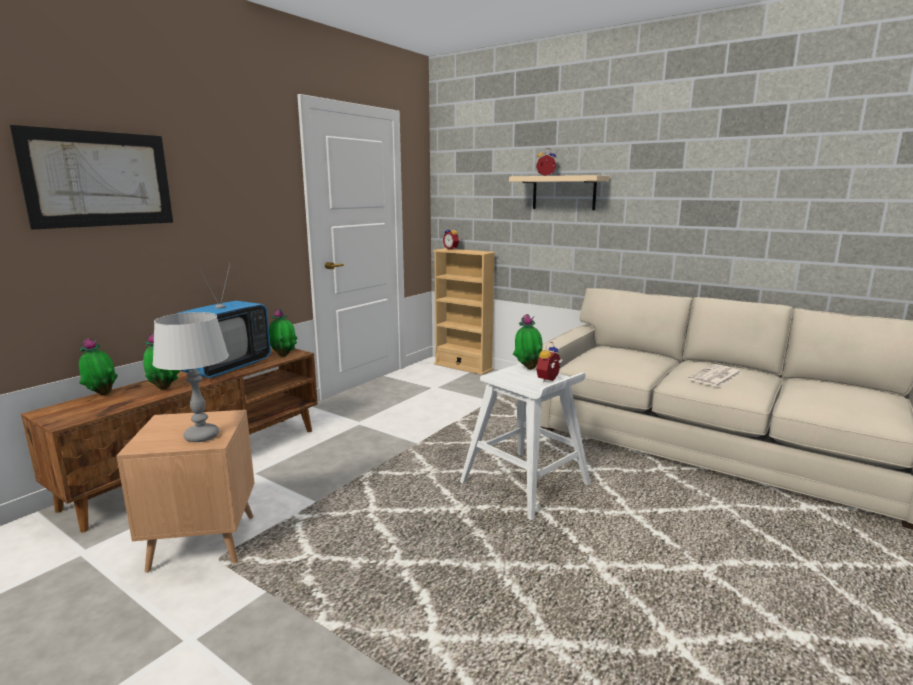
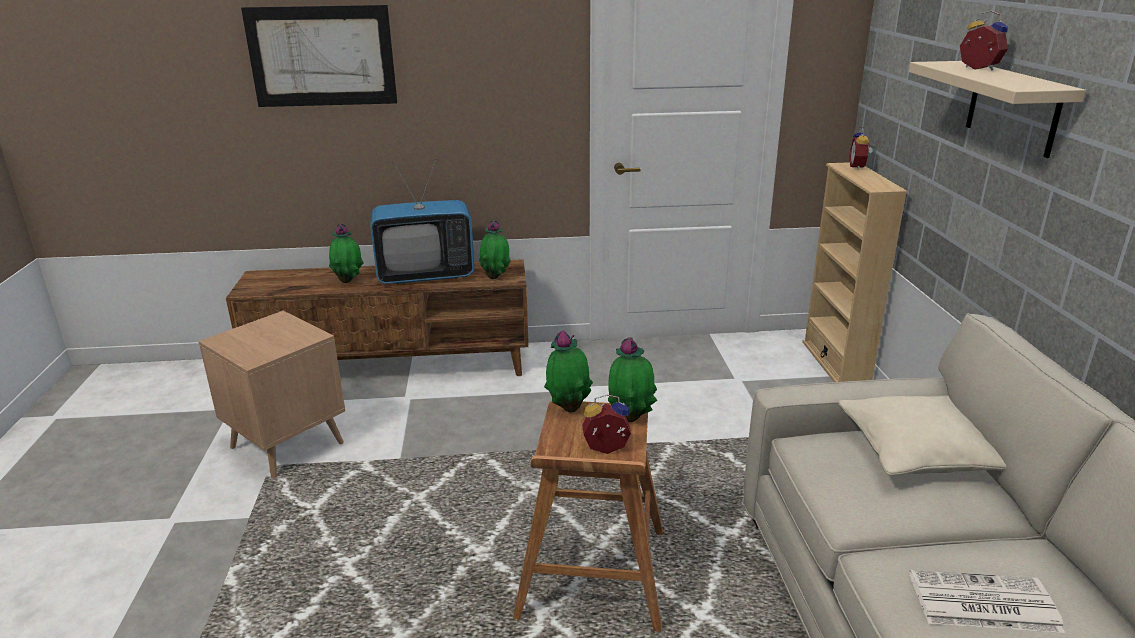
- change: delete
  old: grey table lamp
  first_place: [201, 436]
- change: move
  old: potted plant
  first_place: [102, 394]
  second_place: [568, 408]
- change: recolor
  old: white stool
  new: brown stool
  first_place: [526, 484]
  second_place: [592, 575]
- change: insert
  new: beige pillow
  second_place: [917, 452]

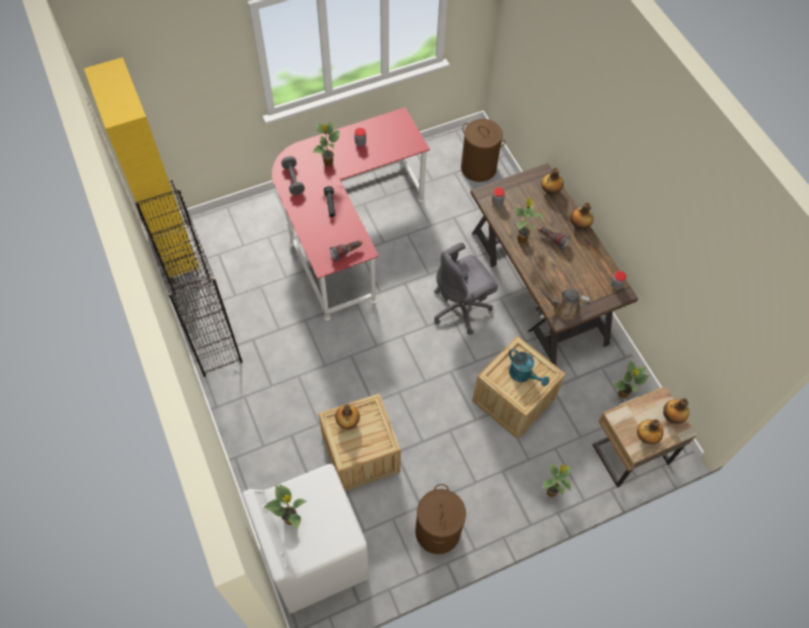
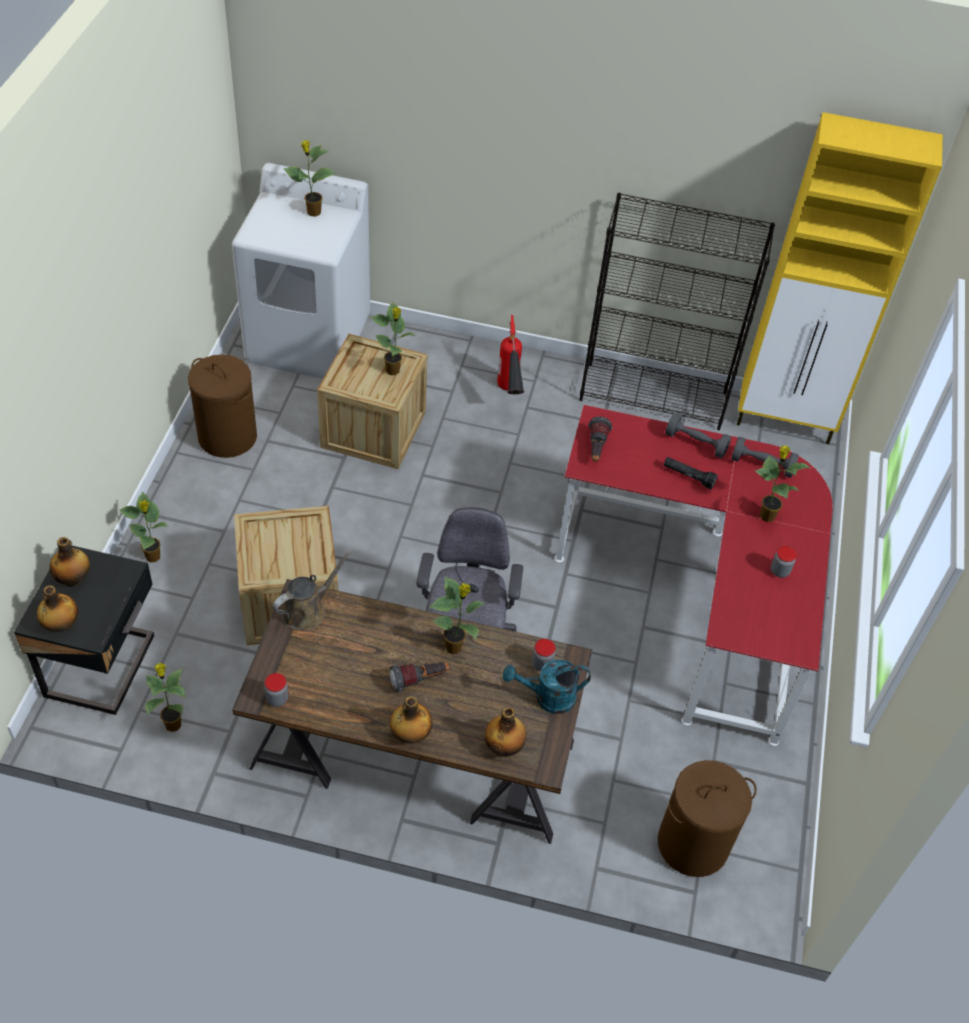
- change: move
  old: turquoise watering can
  first_place: [523, 375]
  second_place: [547, 698]
- change: recolor
  old: beige nightstand
  new: black nightstand
  first_place: [629, 452]
  second_place: [104, 667]
- change: replace
  old: bottle
  new: potted plant
  first_place: [347, 422]
  second_place: [393, 371]
- change: insert
  new: fire extinguisher
  second_place: [509, 397]
- change: insert
  new: grey dumbbell
  second_place: [695, 443]

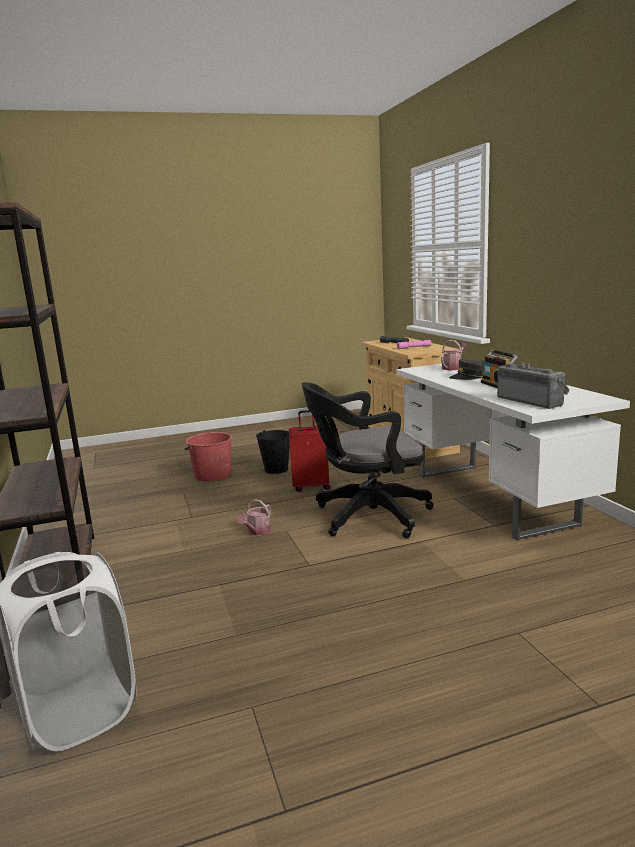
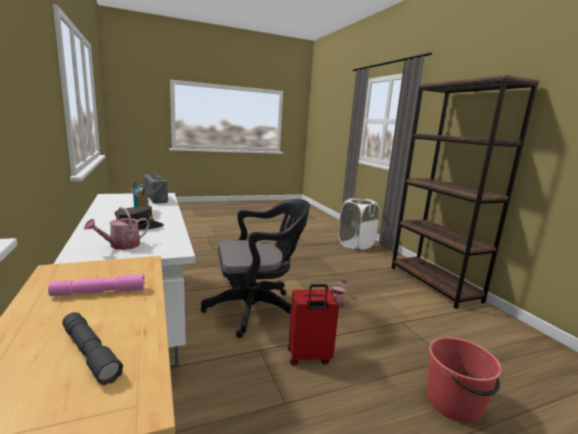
- change: delete
  old: black bucket
  first_place: [276, 469]

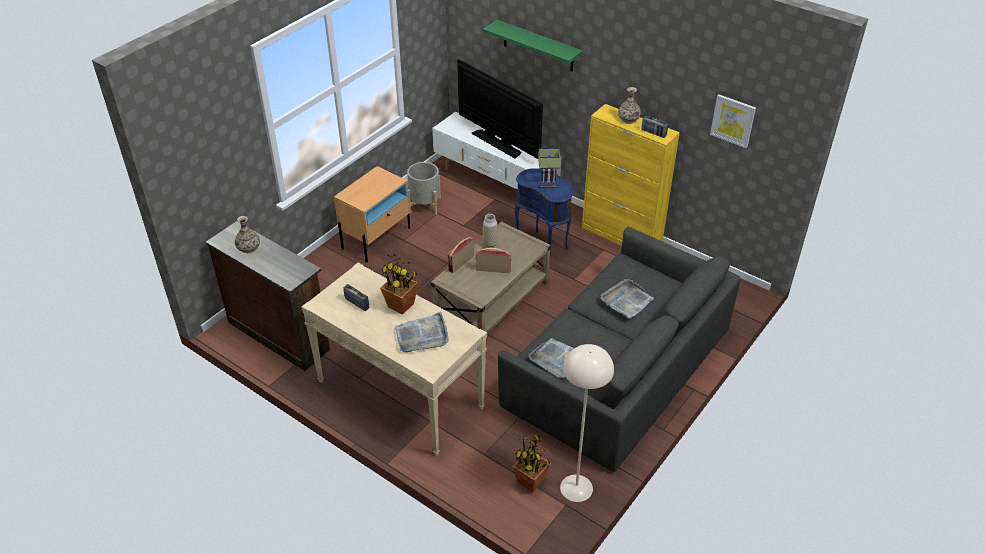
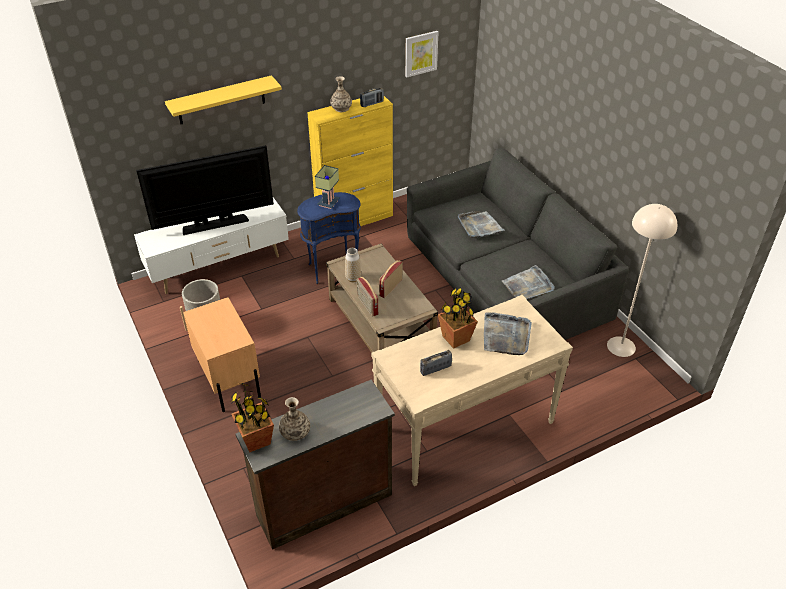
- change: recolor
  old: green shelf
  new: yellow shelf
  first_place: [538, 46]
  second_place: [221, 100]
- change: move
  old: potted plant
  first_place: [531, 481]
  second_place: [256, 440]

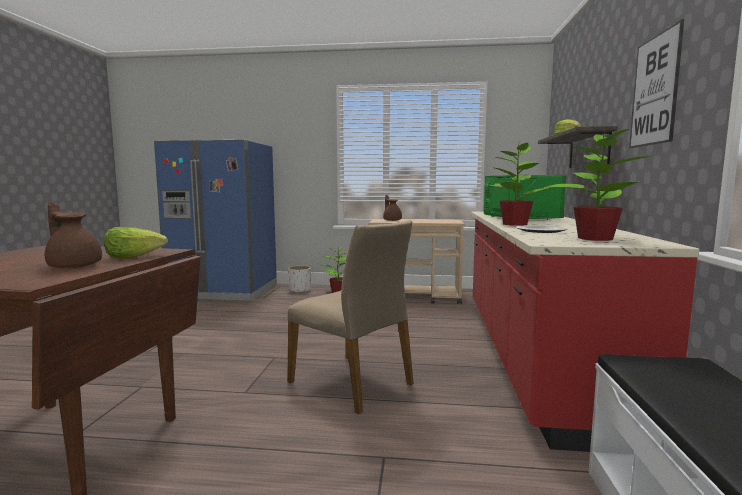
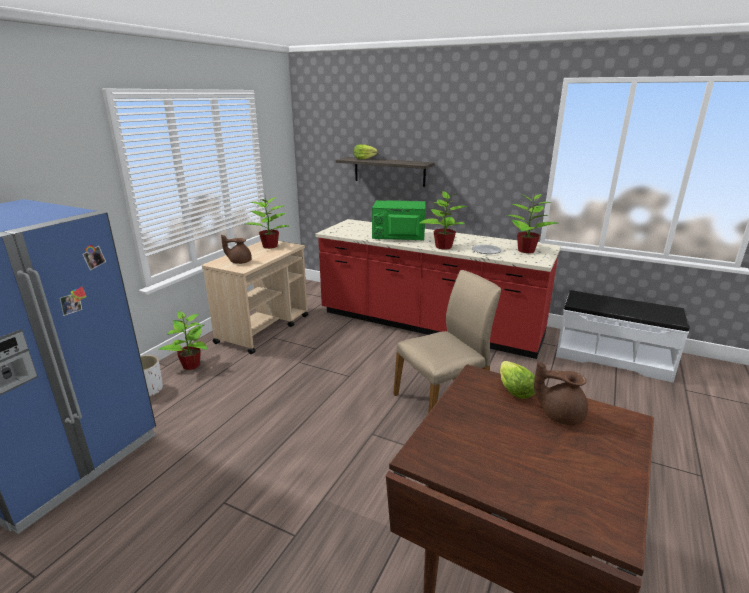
- change: delete
  old: picture
  first_place: [655, 90]
- change: rotate
  old: brown teapot
  first_place: [74, 266]
  second_place: [560, 414]
  degrees: 60
- change: insert
  new: potted plant
  second_place: [270, 246]

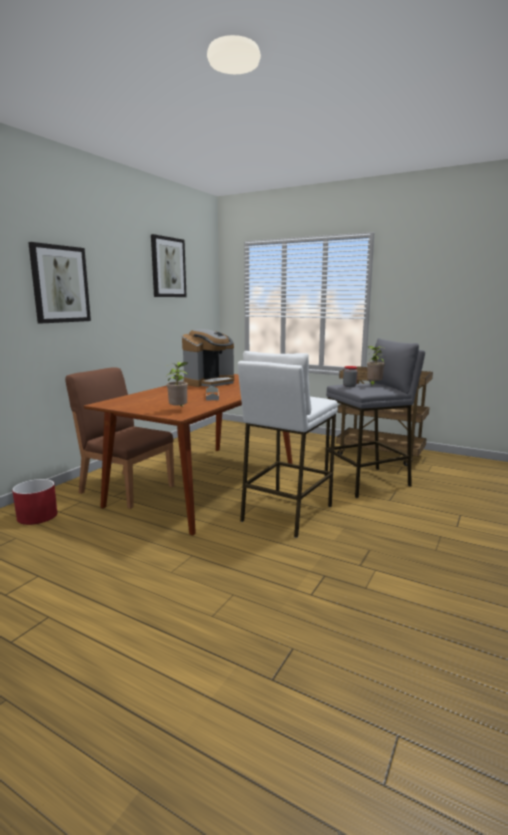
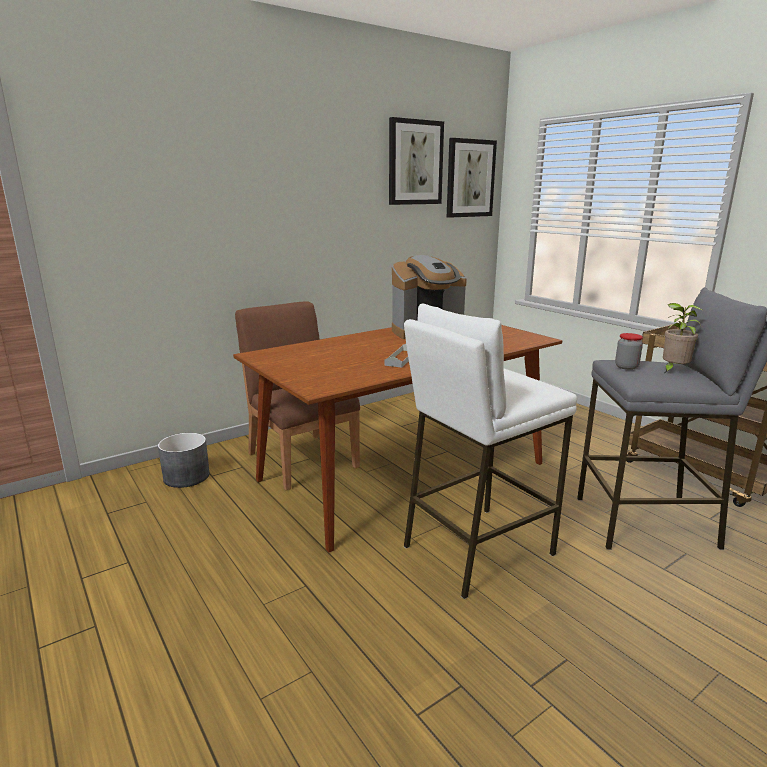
- change: move
  old: picture
  first_place: [60, 284]
  second_place: [470, 178]
- change: delete
  old: potted plant
  first_place: [179, 410]
- change: recolor
  old: red planter
  new: grey planter
  first_place: [37, 516]
  second_place: [186, 477]

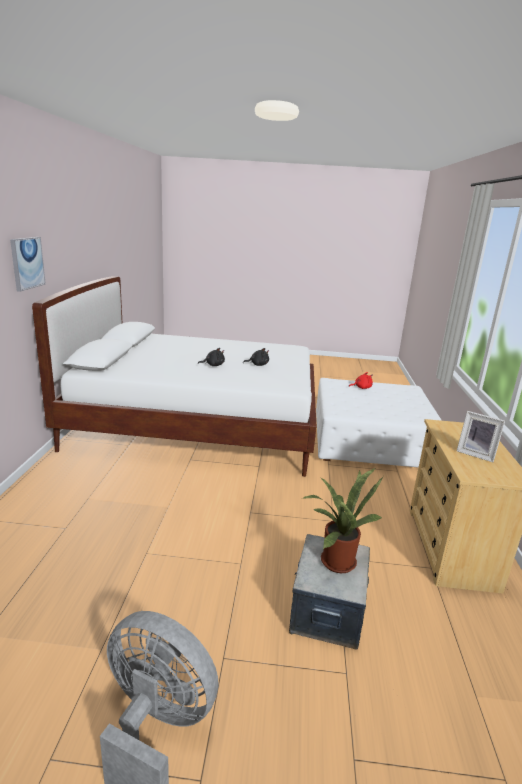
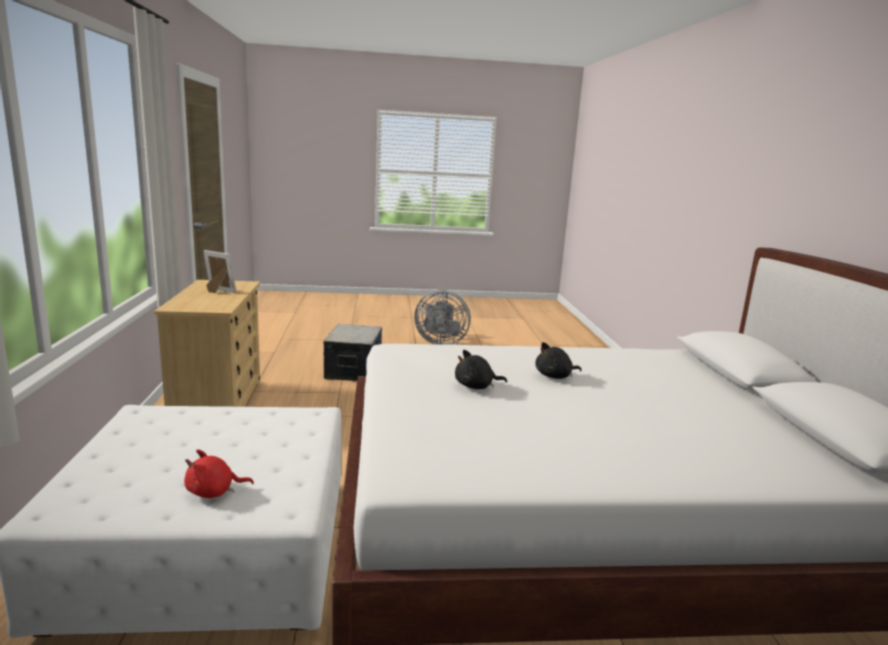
- change: delete
  old: picture
  first_place: [27, 263]
- change: delete
  old: potted plant
  first_place: [336, 559]

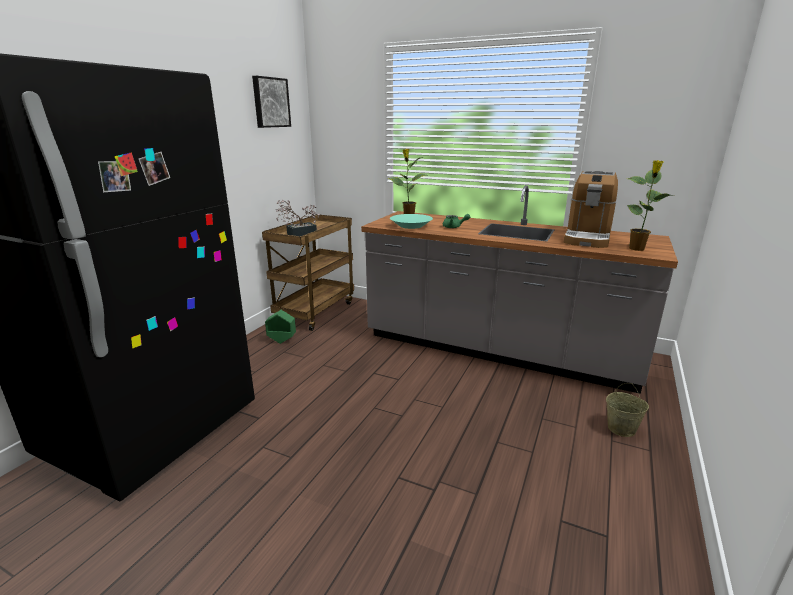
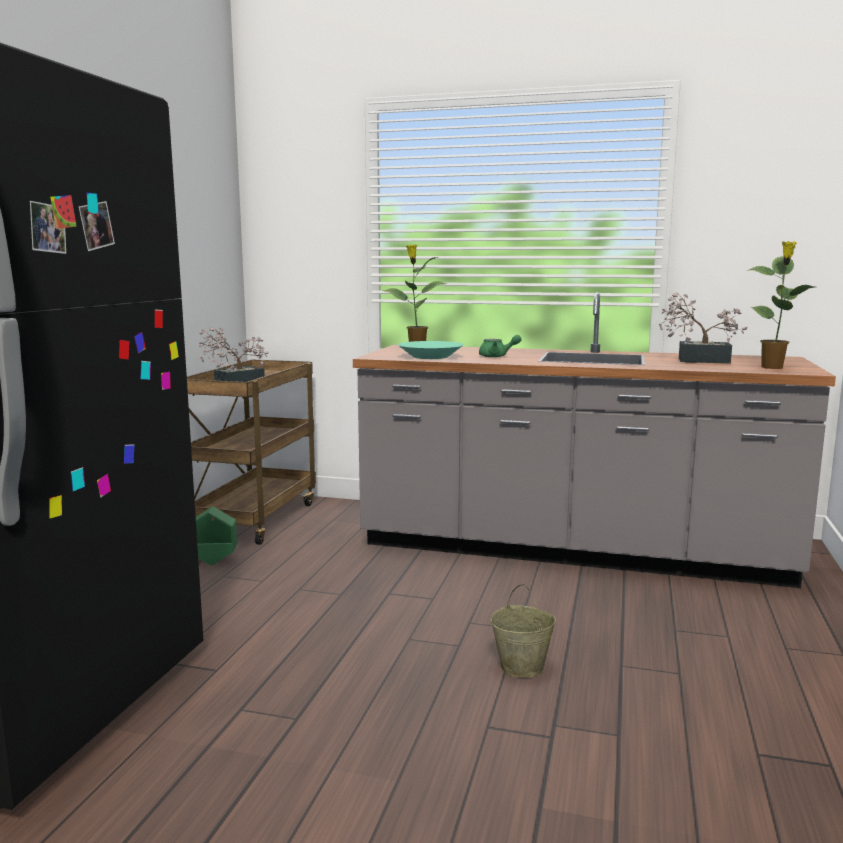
- change: delete
  old: picture
  first_place: [270, 102]
- change: replace
  old: coffee machine
  new: potted plant
  first_place: [587, 237]
  second_place: [696, 360]
- change: move
  old: beige bucket
  first_place: [622, 429]
  second_place: [522, 667]

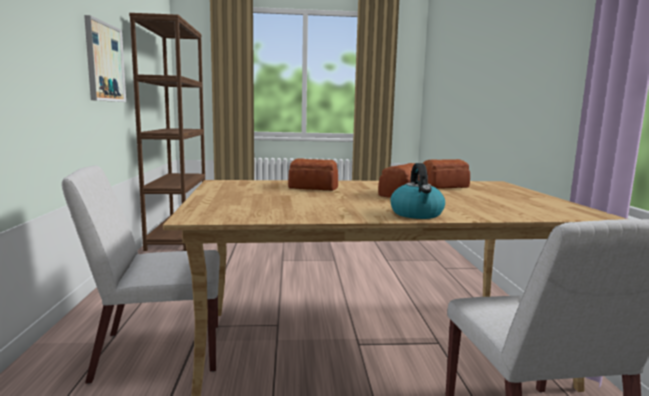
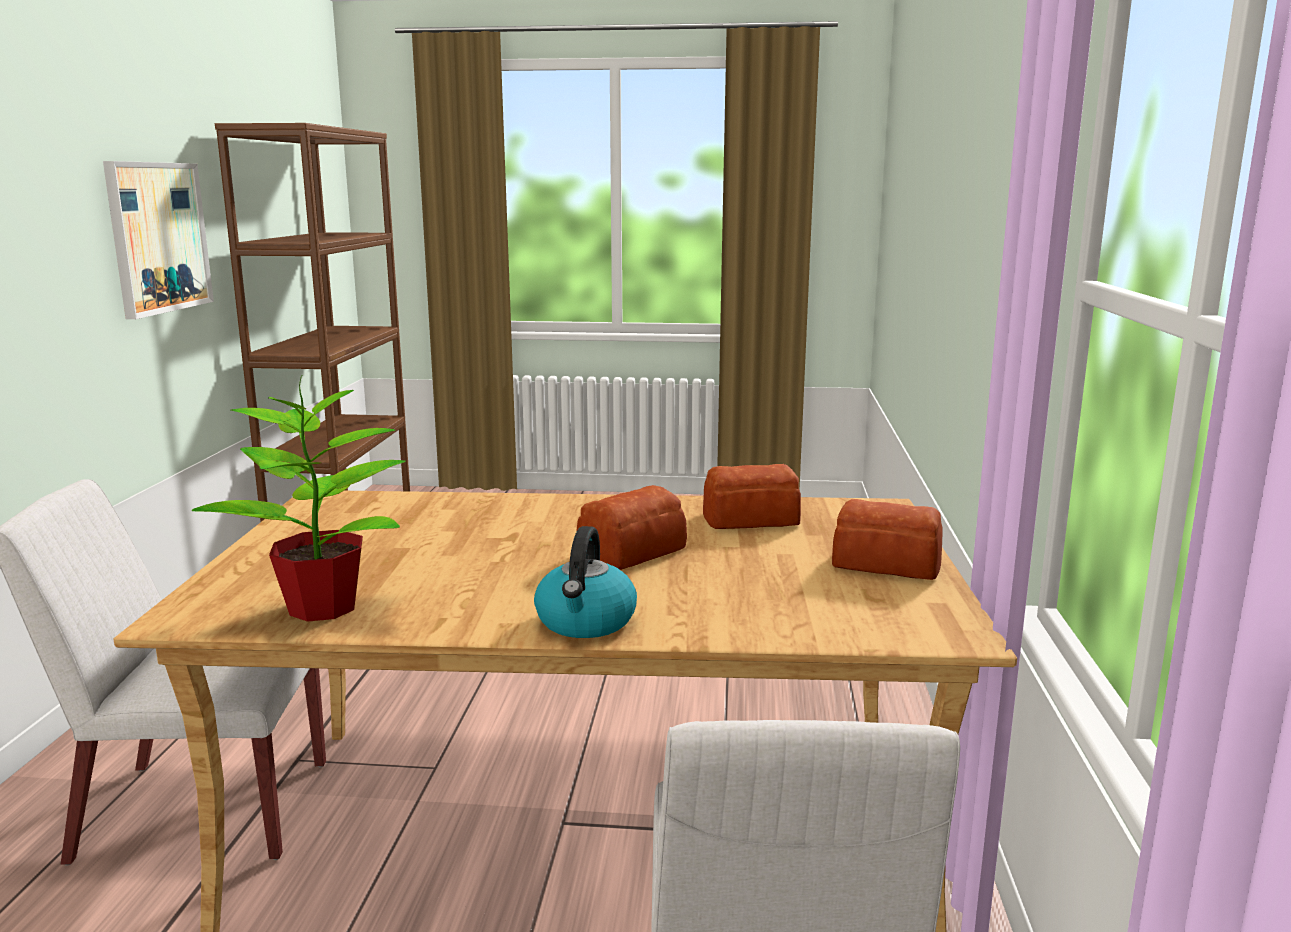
- change: move
  old: bread
  first_place: [314, 187]
  second_place: [888, 565]
- change: insert
  new: potted plant
  second_place: [325, 607]

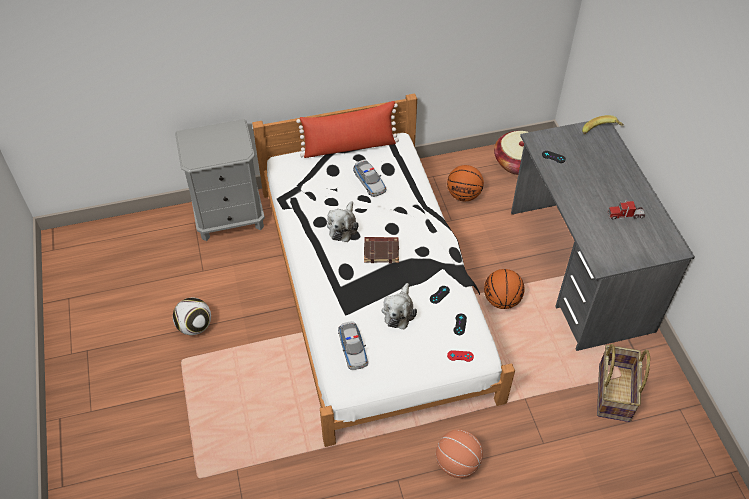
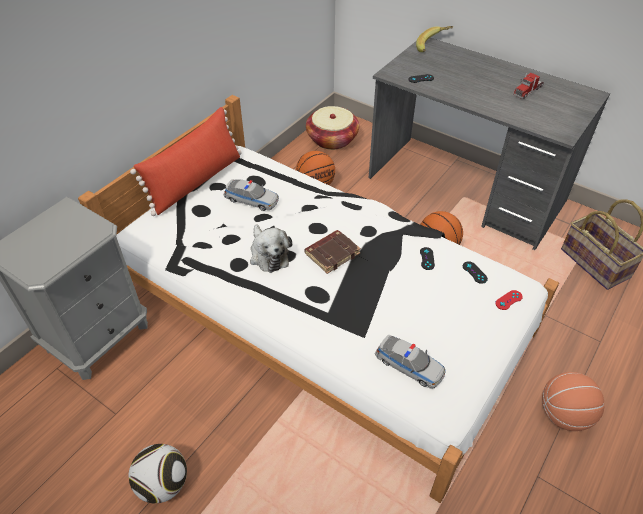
- change: delete
  old: plush toy
  first_place: [399, 311]

